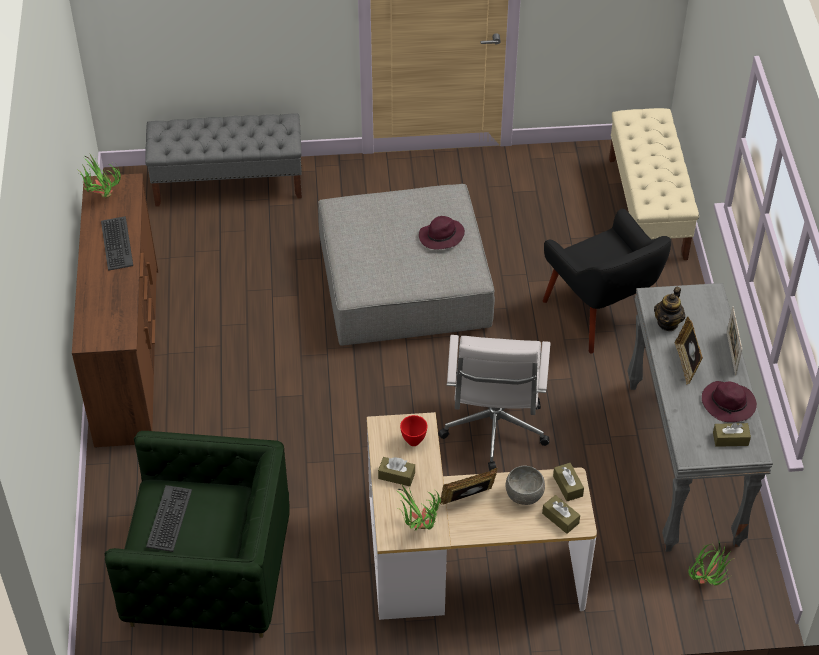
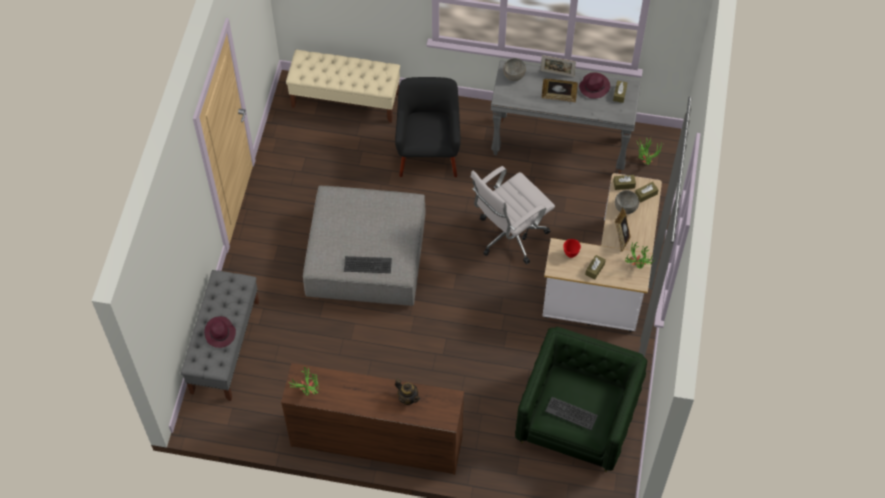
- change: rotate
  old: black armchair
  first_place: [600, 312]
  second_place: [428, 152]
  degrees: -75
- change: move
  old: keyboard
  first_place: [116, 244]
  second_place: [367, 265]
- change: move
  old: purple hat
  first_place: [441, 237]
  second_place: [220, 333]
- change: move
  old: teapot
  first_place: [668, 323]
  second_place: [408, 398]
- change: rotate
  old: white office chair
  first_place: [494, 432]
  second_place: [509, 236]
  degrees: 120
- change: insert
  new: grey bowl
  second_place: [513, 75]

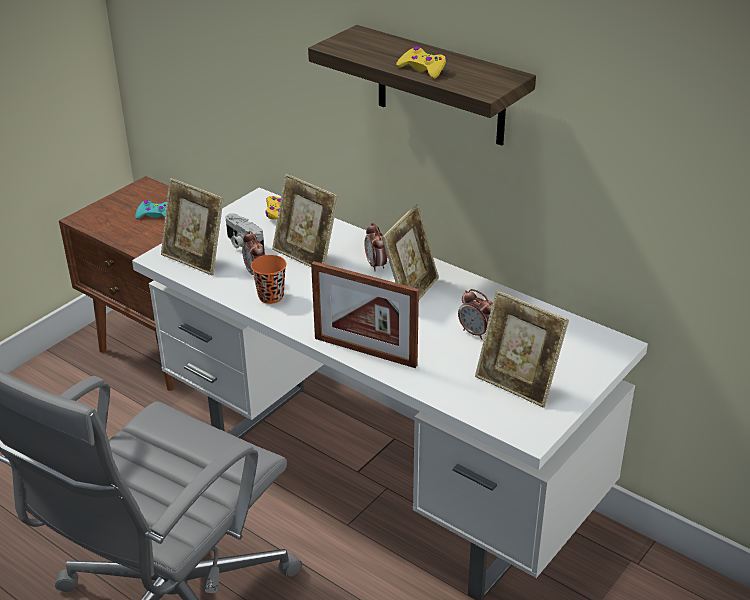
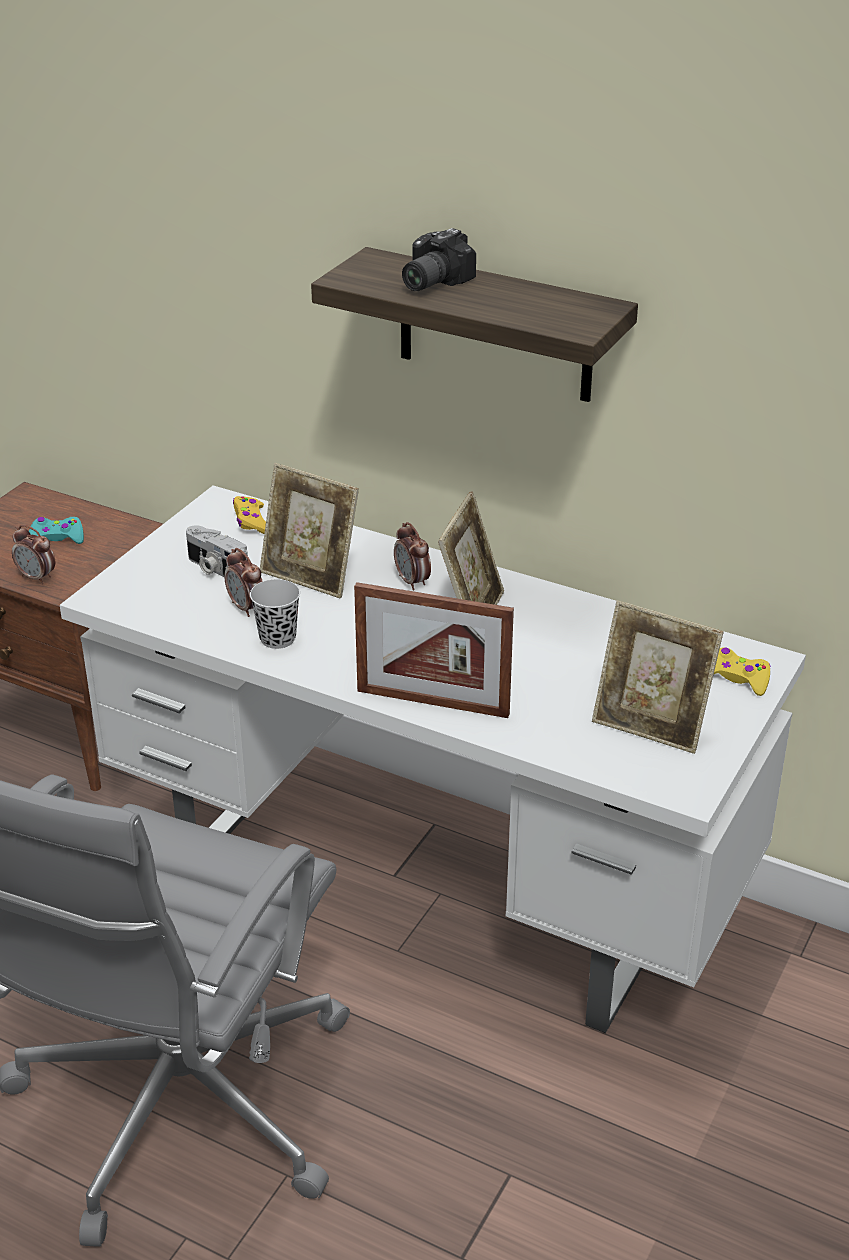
- change: move
  old: yellow game controller
  first_place: [422, 69]
  second_place: [736, 678]
- change: delete
  old: picture frame
  first_place: [195, 259]
- change: recolor
  old: orange cup
  new: black cup
  first_place: [271, 296]
  second_place: [277, 638]
- change: move
  old: alarm clock
  first_place: [476, 333]
  second_place: [37, 577]
- change: insert
  new: photo camera
  second_place: [430, 282]

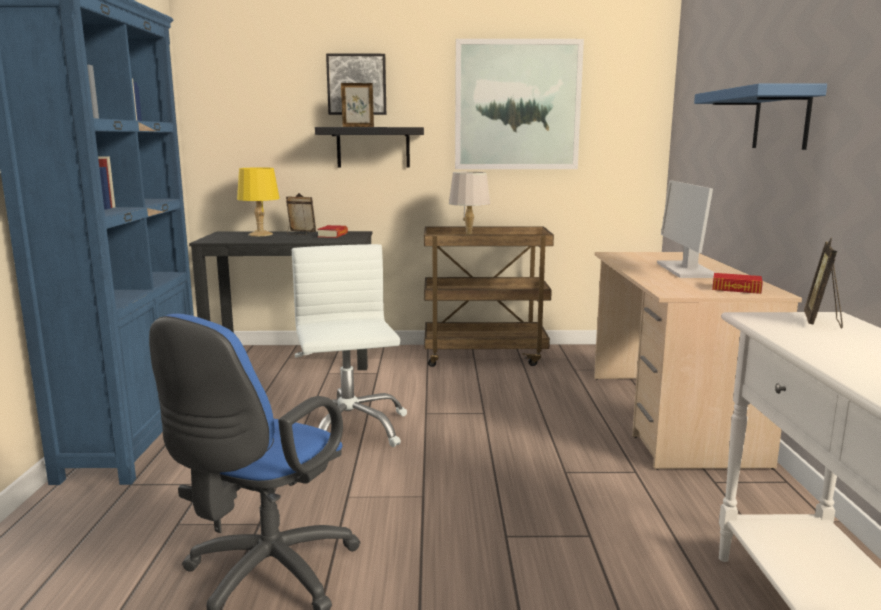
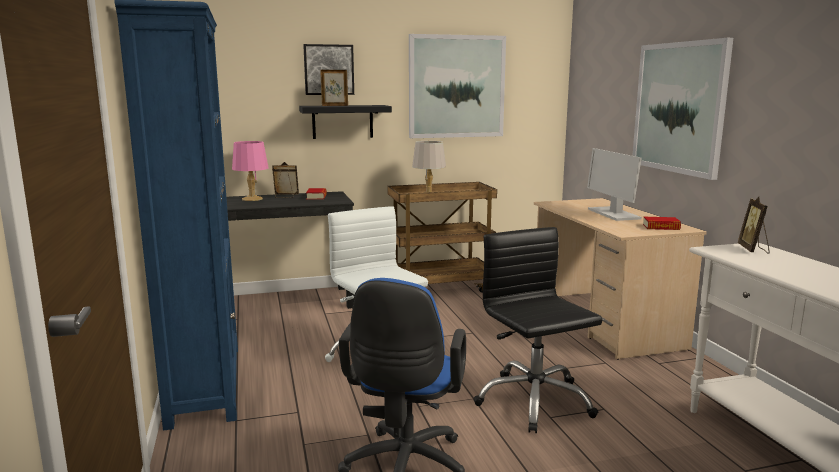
- change: replace
  old: blue shelf
  new: picture
  first_place: [781, 119]
  second_place: [679, 107]
- change: recolor
  old: yellow table lamp
  new: pink table lamp
  first_place: [261, 234]
  second_place: [252, 199]
- change: insert
  new: black office chair
  second_place: [534, 401]

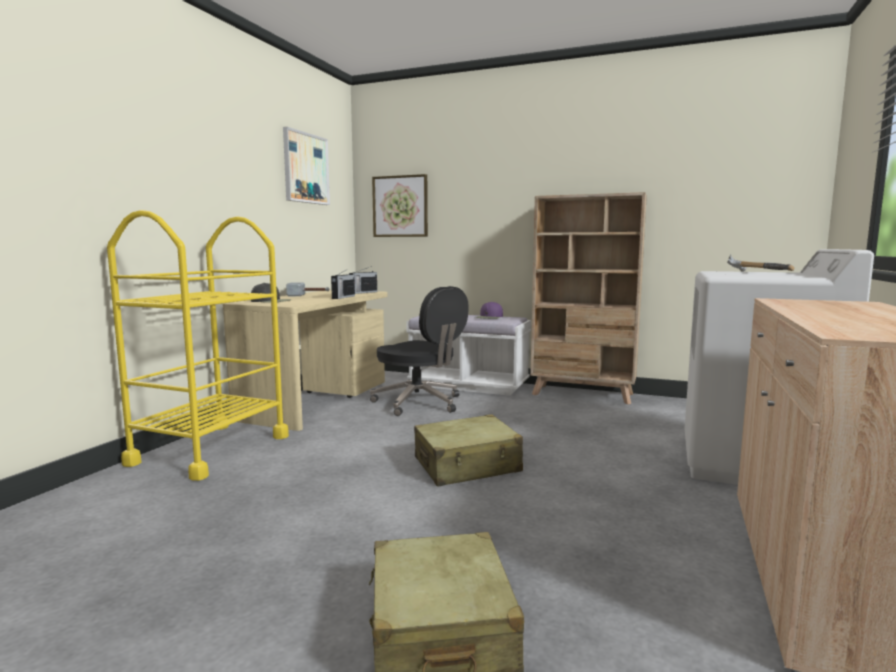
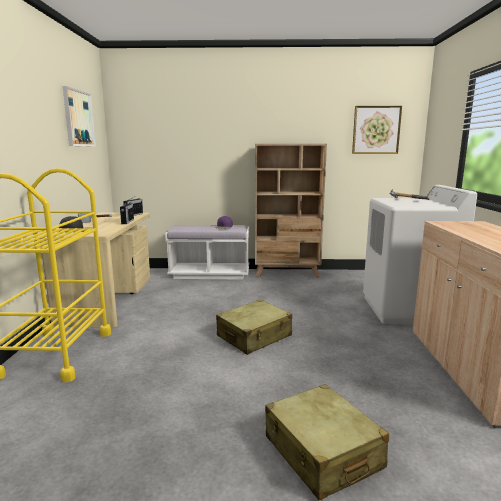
- change: move
  old: picture
  first_place: [400, 206]
  second_place: [376, 130]
- change: delete
  old: black office chair
  first_place: [419, 403]

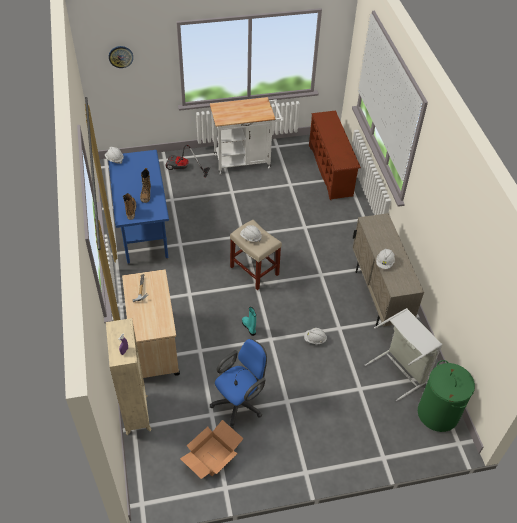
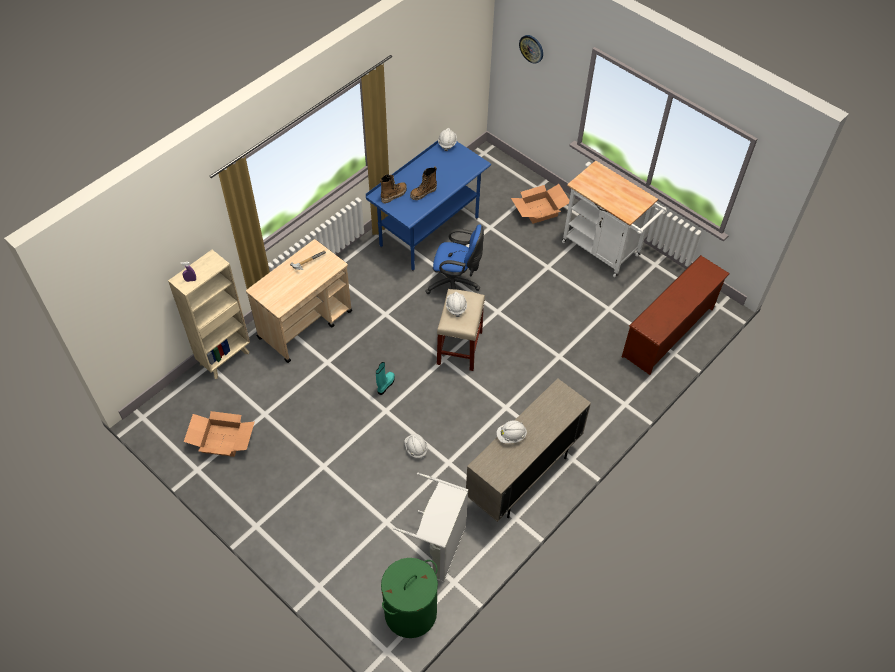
- change: replace
  old: vacuum cleaner
  new: cardboard box
  first_place: [183, 169]
  second_place: [539, 210]
- change: move
  old: blue office chair
  first_place: [240, 403]
  second_place: [455, 285]

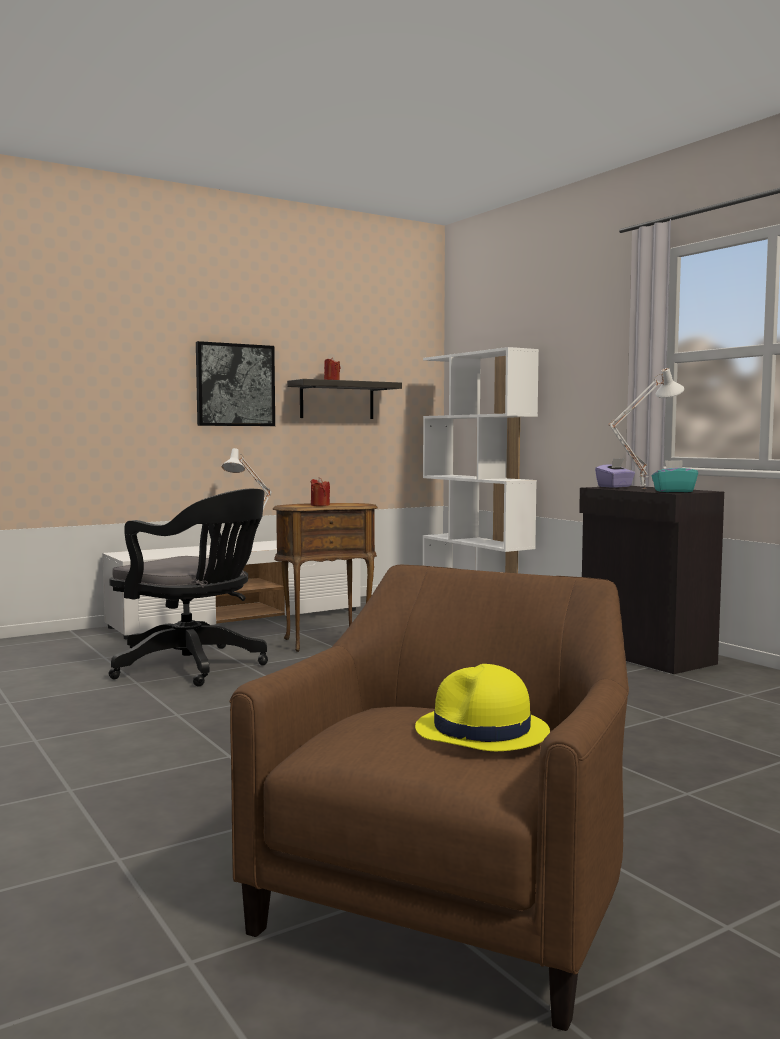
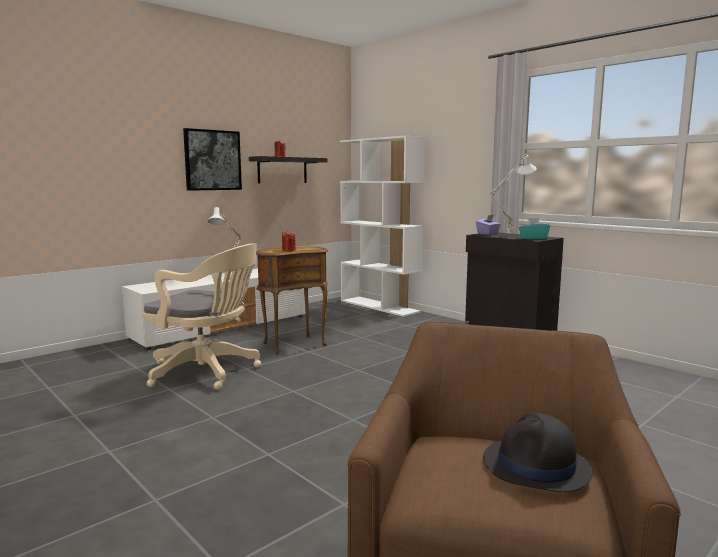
- change: recolor
  old: black office chair
  new: beige office chair
  first_place: [194, 667]
  second_place: [208, 372]
- change: recolor
  old: yellow hat
  new: black hat
  first_place: [482, 732]
  second_place: [536, 466]

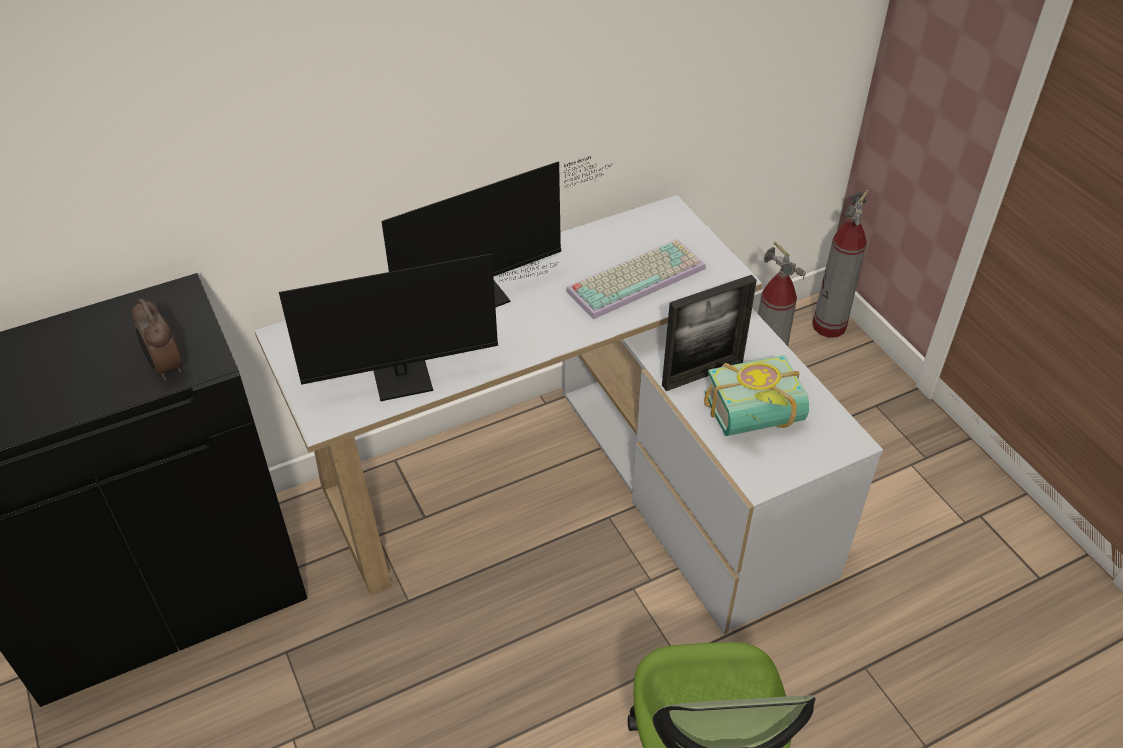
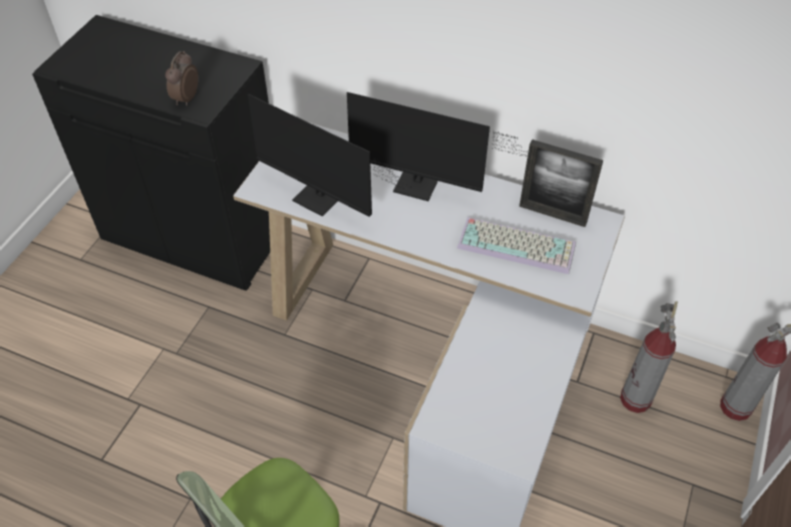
- change: move
  old: picture frame
  first_place: [702, 374]
  second_place: [552, 214]
- change: delete
  old: book
  first_place: [757, 420]

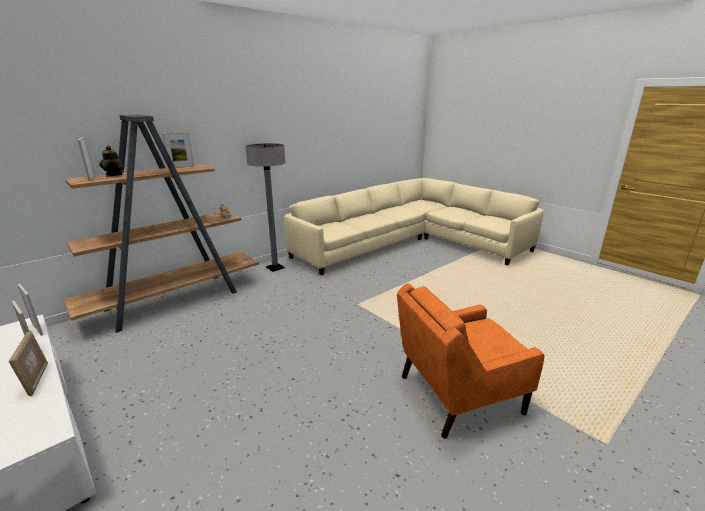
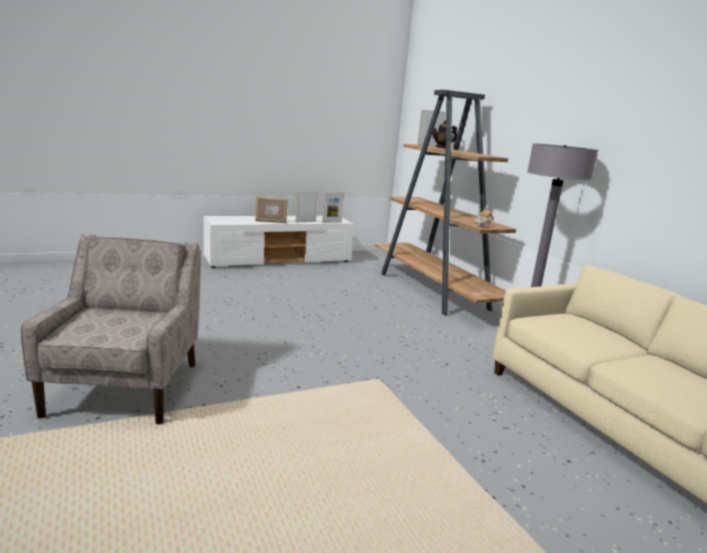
- change: delete
  old: picture frame
  first_place: [181, 167]
- change: recolor
  old: orange armchair
  new: beige armchair
  first_place: [458, 394]
  second_place: [126, 387]

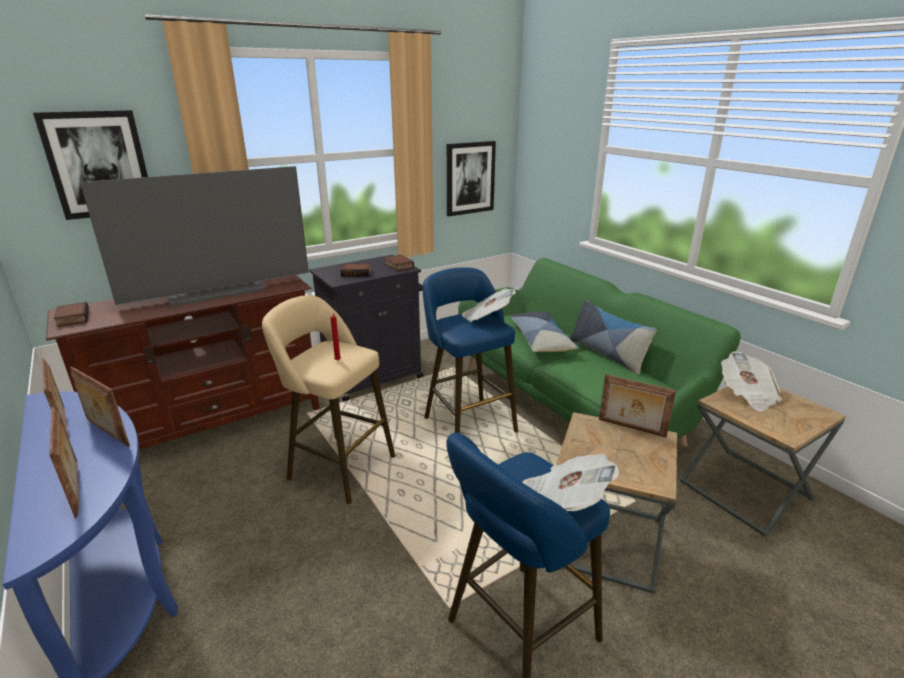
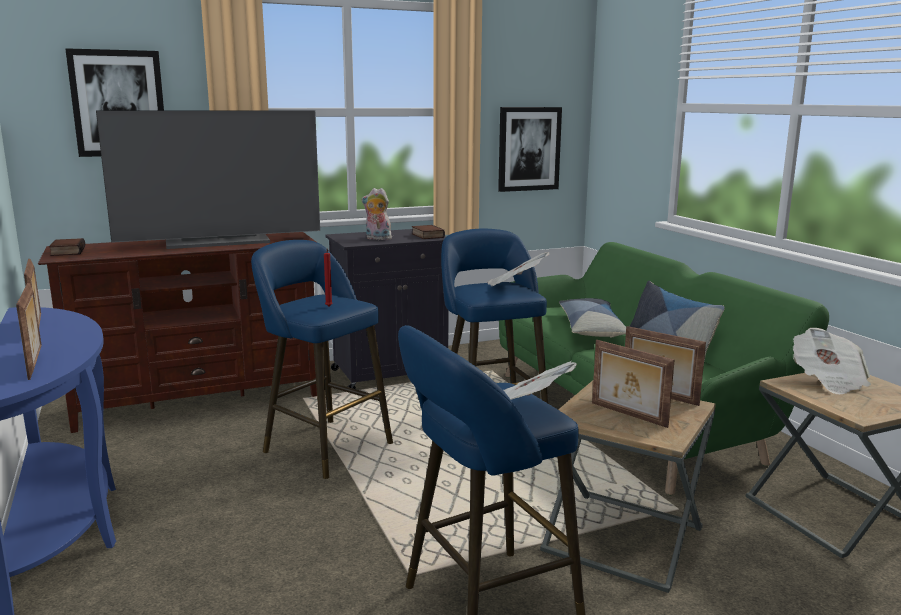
- change: replace
  old: book
  new: plush toy
  first_place: [357, 273]
  second_place: [377, 239]
- change: recolor
  old: beige stool
  new: blue stool
  first_place: [337, 466]
  second_place: [323, 446]
- change: move
  old: picture frame
  first_place: [106, 433]
  second_place: [627, 415]

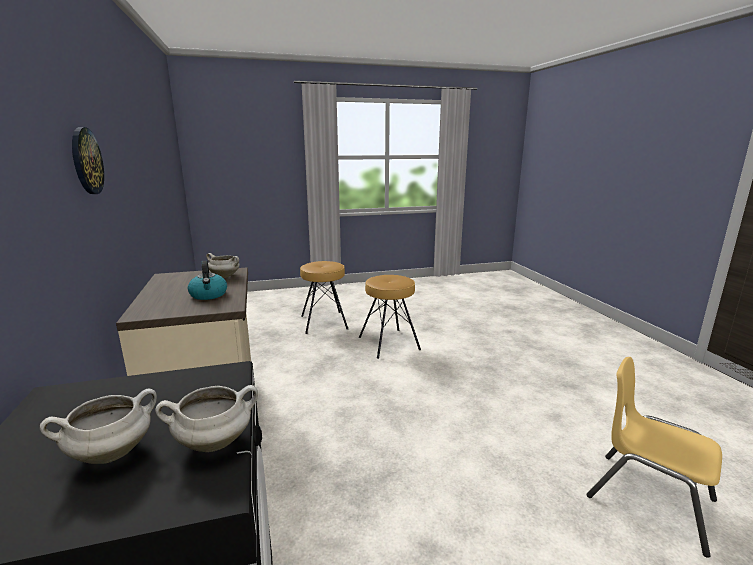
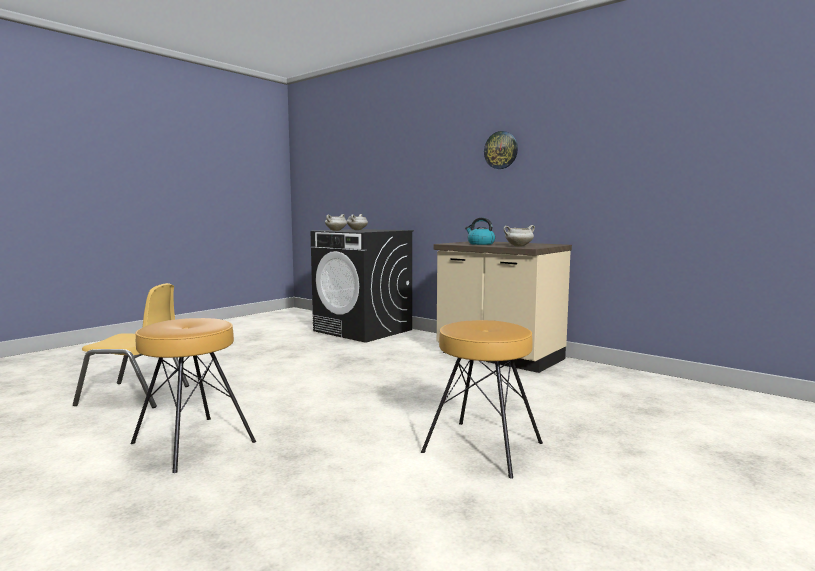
- change: move
  old: brown stool
  first_place: [324, 322]
  second_place: [192, 443]

